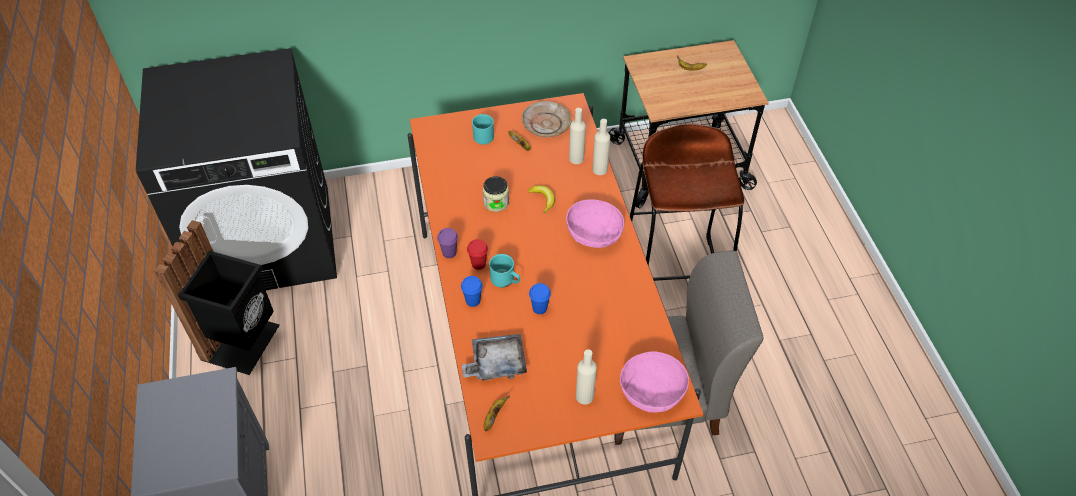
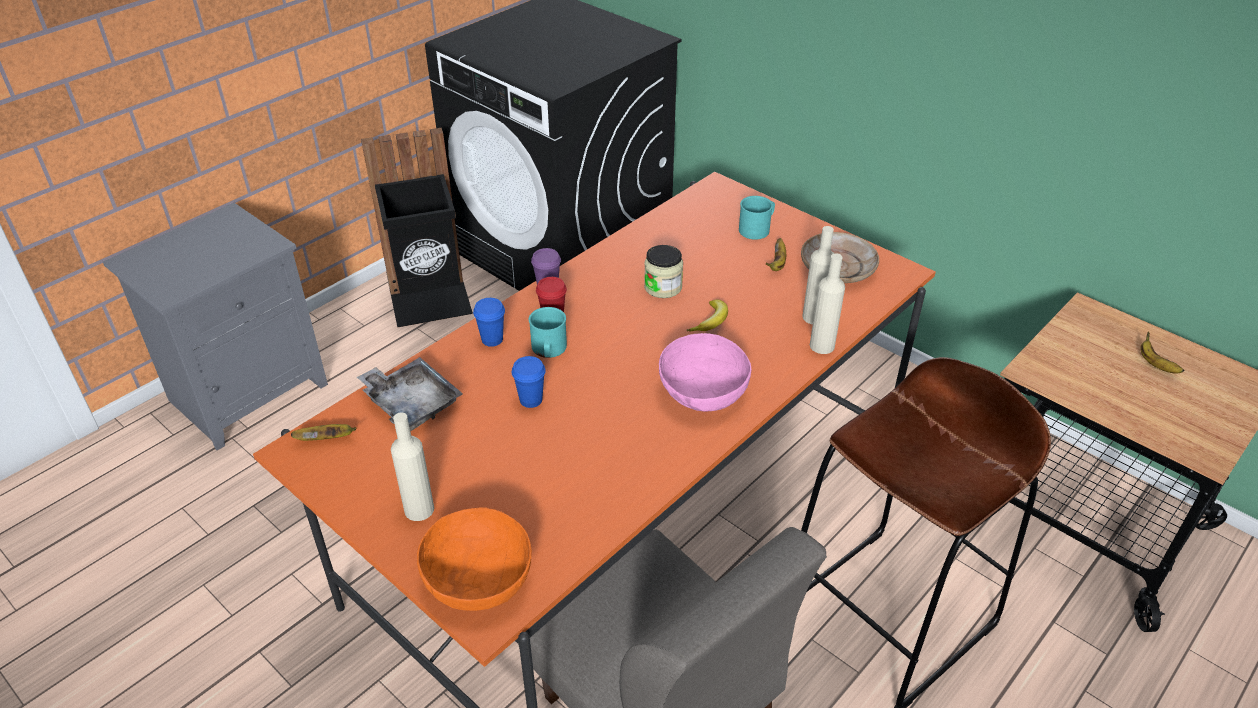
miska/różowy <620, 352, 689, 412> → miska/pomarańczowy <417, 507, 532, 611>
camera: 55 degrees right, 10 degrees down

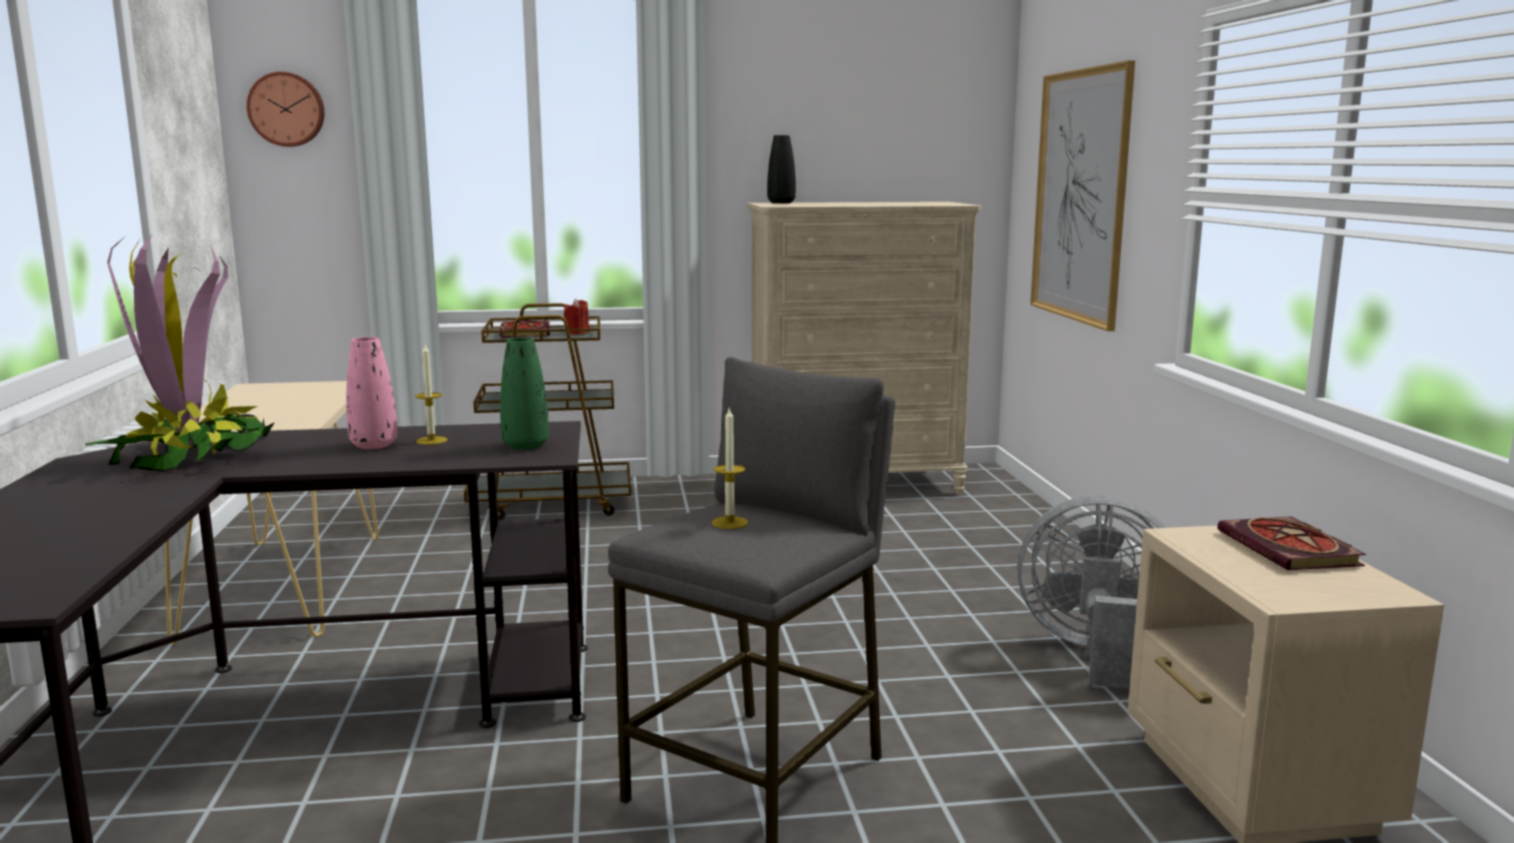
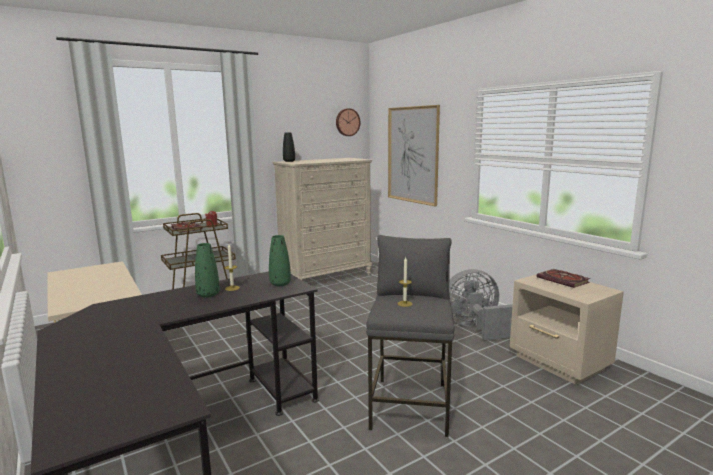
roślina doniczkowa <85, 234, 275, 472> → -
zegar ścienny <246, 72, 325, 147> → zegar ścienny <336, 108, 361, 136>, moved
wazon/różowy <346, 337, 397, 449> → wazon/zielony <195, 243, 220, 298>
camera: 25 degrees left, 0 degrees up

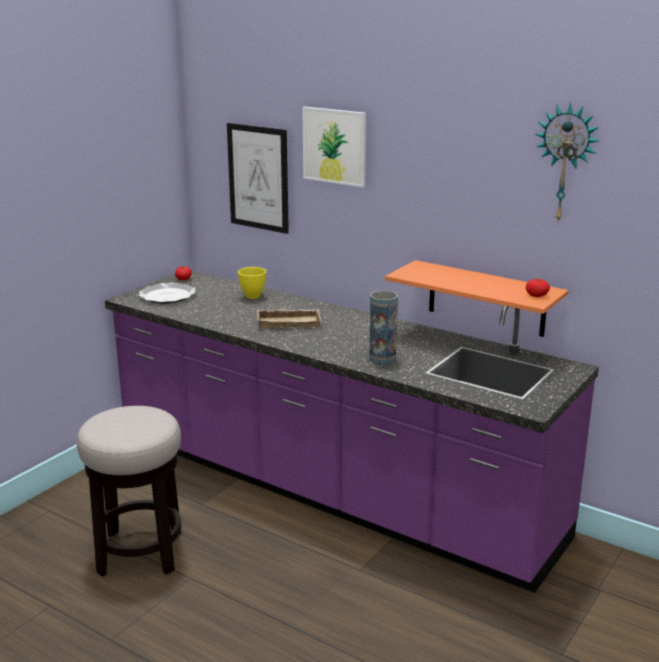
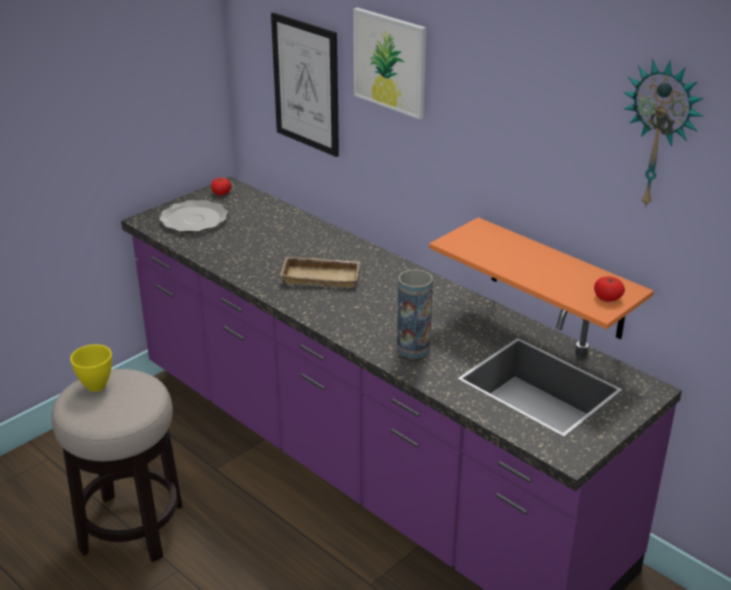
miska/żółty <238, 267, 267, 299> → miska/żółty <70, 344, 112, 392>, moved
camera: 10 degrees right, 10 degrees up

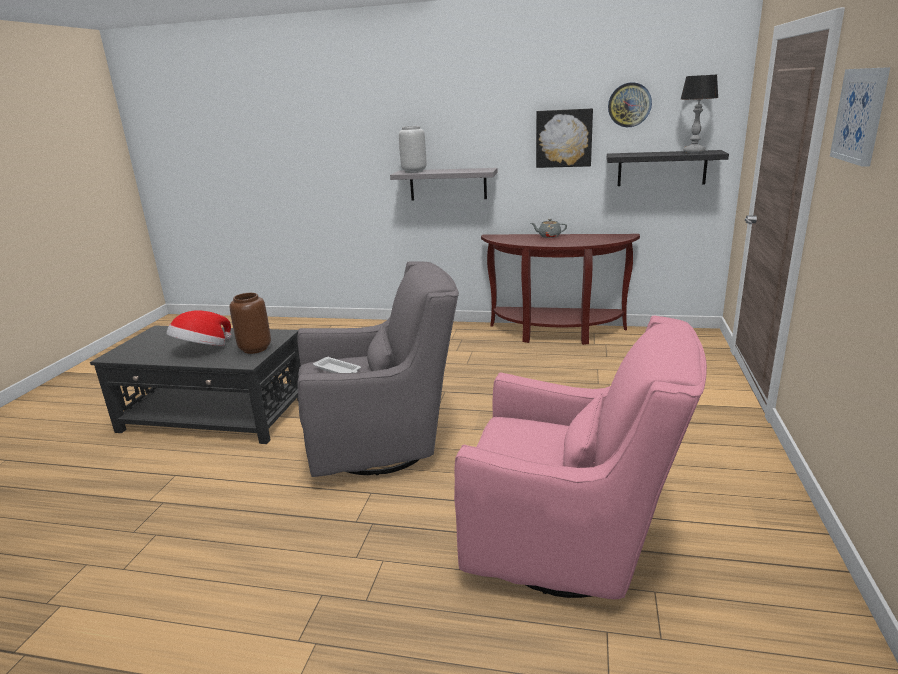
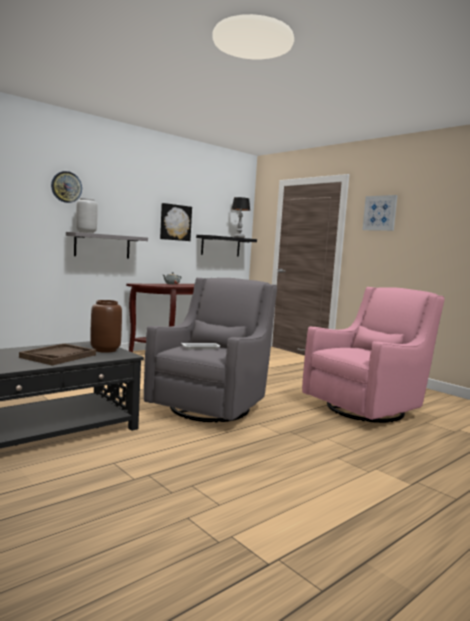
kapelusz <166, 310, 232, 346> → taca/brązowy <19, 344, 96, 366>
zegar ścienny <608, 82, 652, 127> → zegar ścienny <51, 171, 82, 203>, moved
camera: 55 degrees left, 15 degrees down

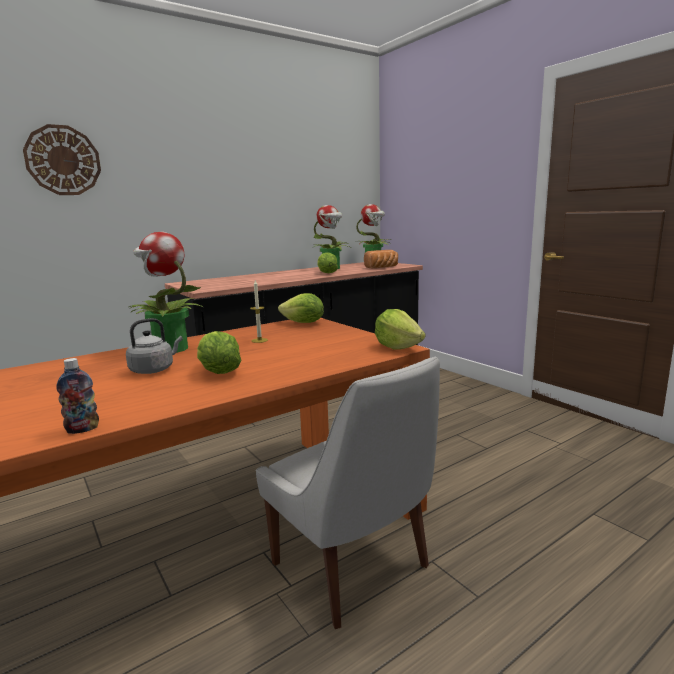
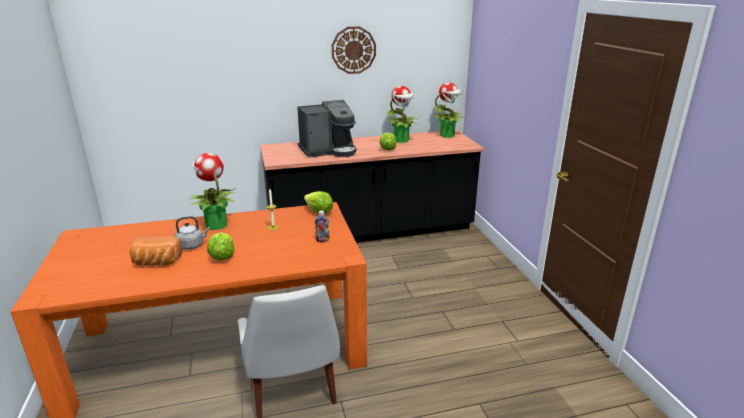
zegar ścienny <23, 124, 101, 195> → zegar ścienny <332, 27, 376, 74>, moved
butelka <56, 358, 99, 434> → butelka <315, 211, 330, 242>, moved
chleb <364, 250, 398, 268> → chleb <130, 236, 182, 266>, moved
sałata <375, 309, 426, 349> → -
- → ekspres do kawy <297, 100, 356, 157>
camera: 20 degrees right, 10 degrees up

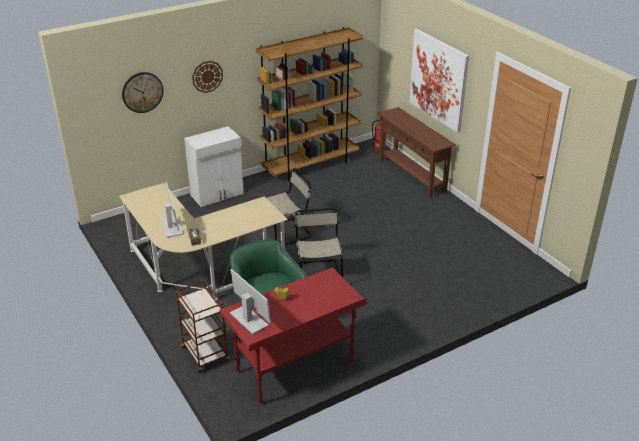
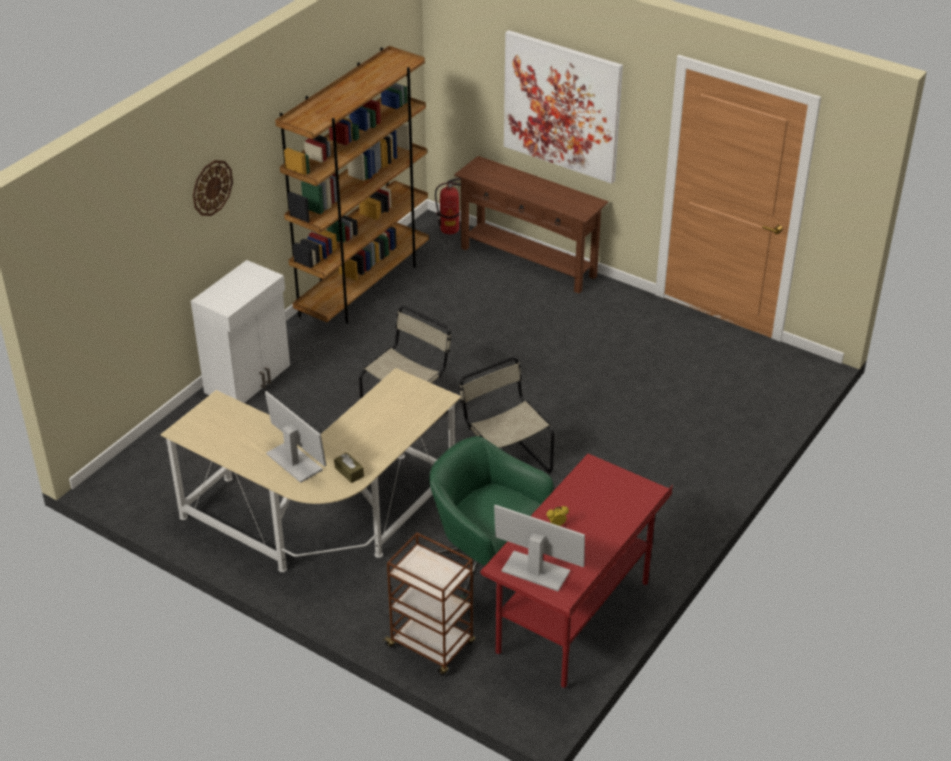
zegar ścienny <122, 72, 164, 113> → -
camera: 25 degrees left, 5 degrees up

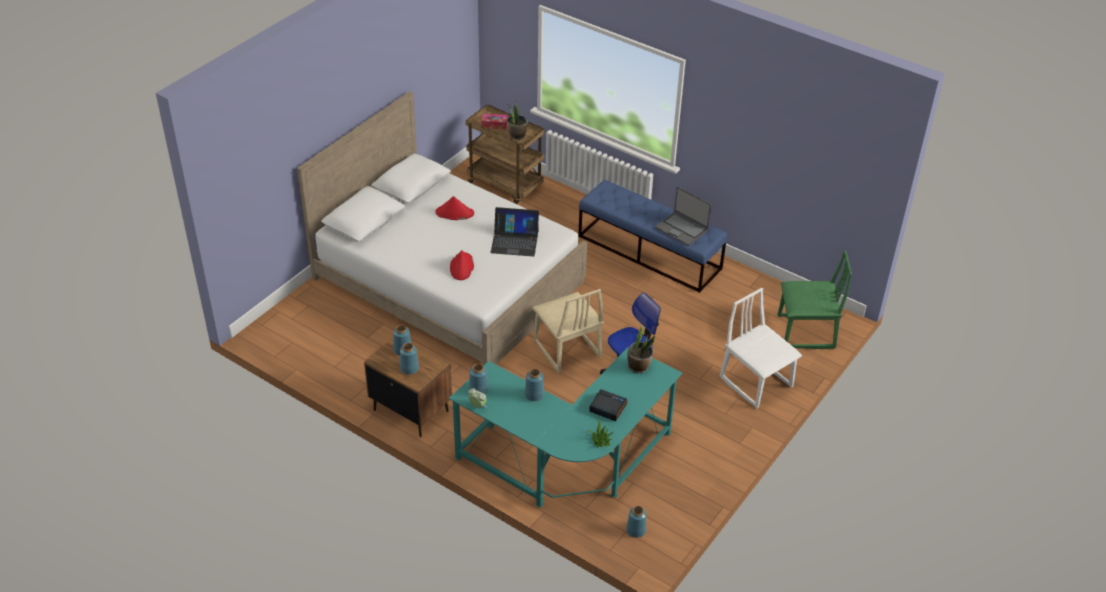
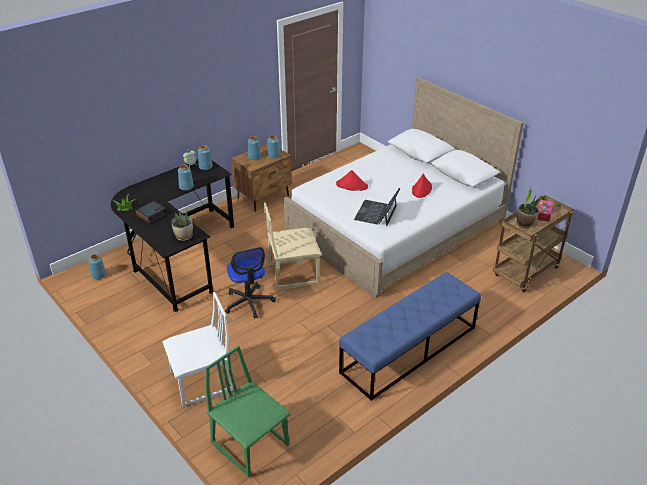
biurko/turkusowy <449, 346, 682, 508> → biurko/czarny <111, 159, 234, 312>
laptop <655, 187, 711, 246> → -
krzesło/zielony <778, 250, 852, 349> → krzesło/zielony <205, 345, 290, 478>, 120 degrees clockwise
camera: 105 degrees right, 5 degrees down

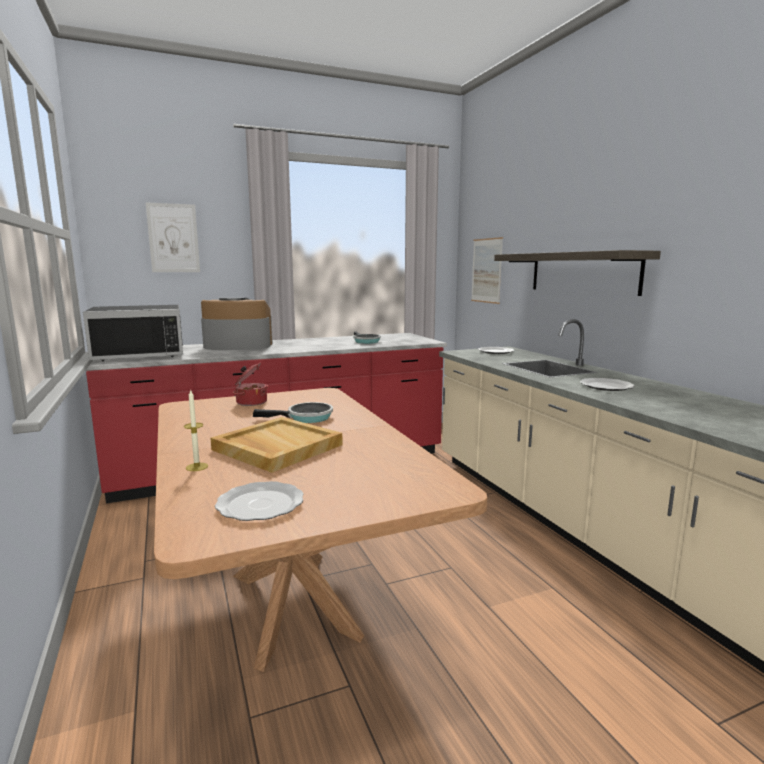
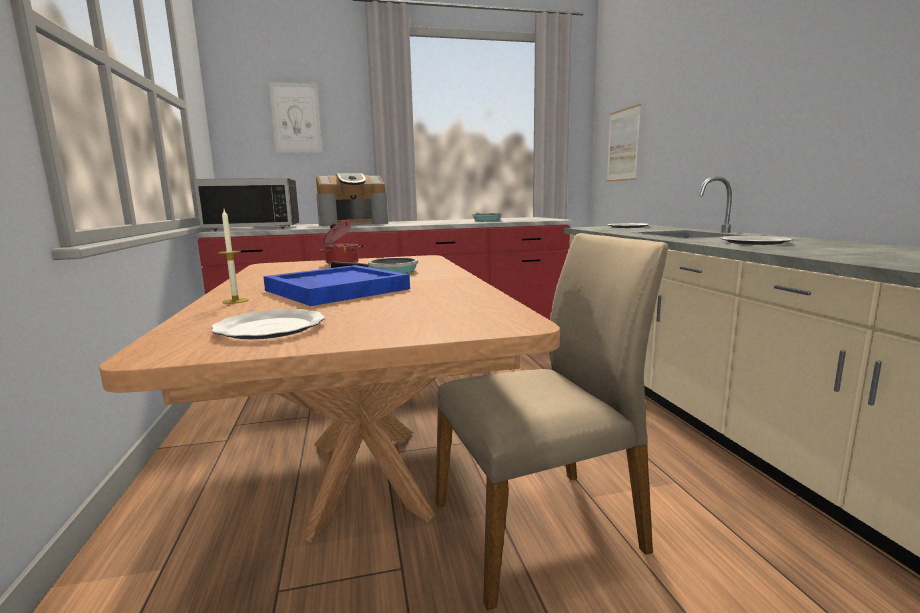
ekspres do kawy <201, 298, 273, 350> → ekspres do kawy <316, 173, 388, 226>, 150 degrees clockwise
taca/beżowy <211, 417, 343, 473> → taca/niebieski <263, 265, 410, 306>
półka <494, 250, 661, 296> → -
- → krzesło/beżowy <436, 233, 668, 610>
camera: 10 degrees right, 0 degrees up

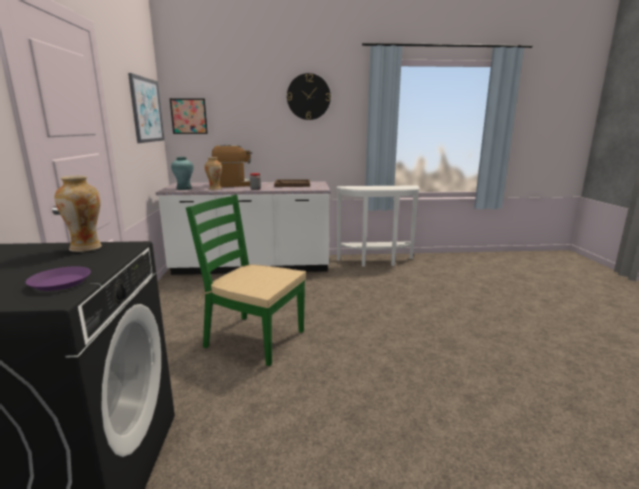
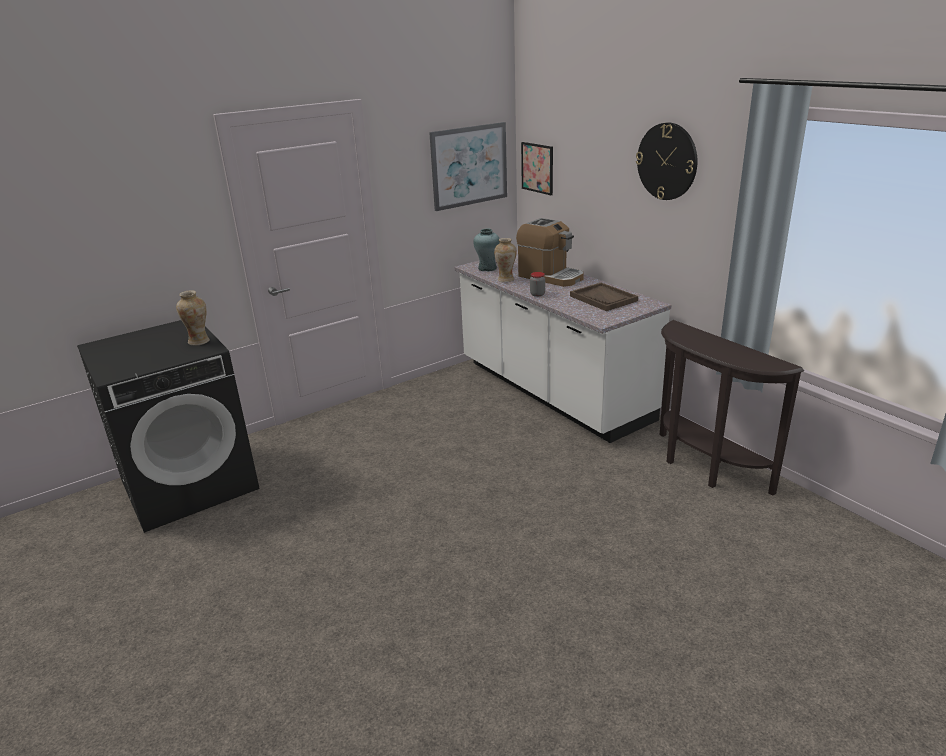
talerz/fioletowy <26, 266, 91, 291> → -
krzesło/zielony <186, 195, 306, 366> → -
stolik konsolowy/biały <336, 185, 420, 267> → stolik konsolowy/brązowy <660, 320, 804, 496>
camera: 60 degrees right, 10 degrees up

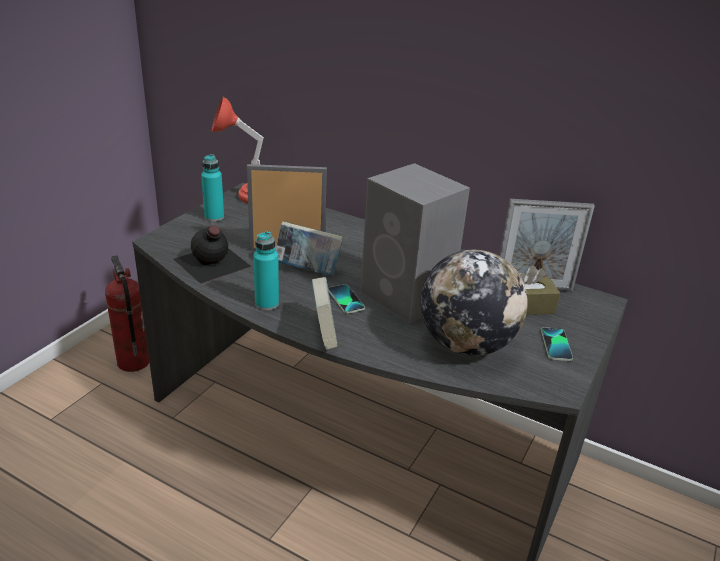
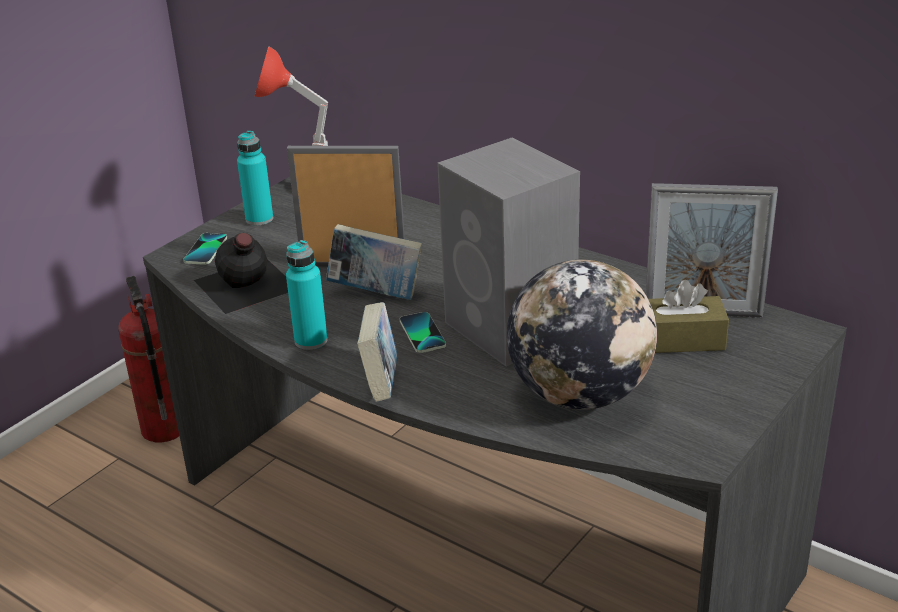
telefon <541, 327, 573, 361> → telefon <183, 233, 227, 265>, moved
camera: 10 degrees right, 0 degrees up

